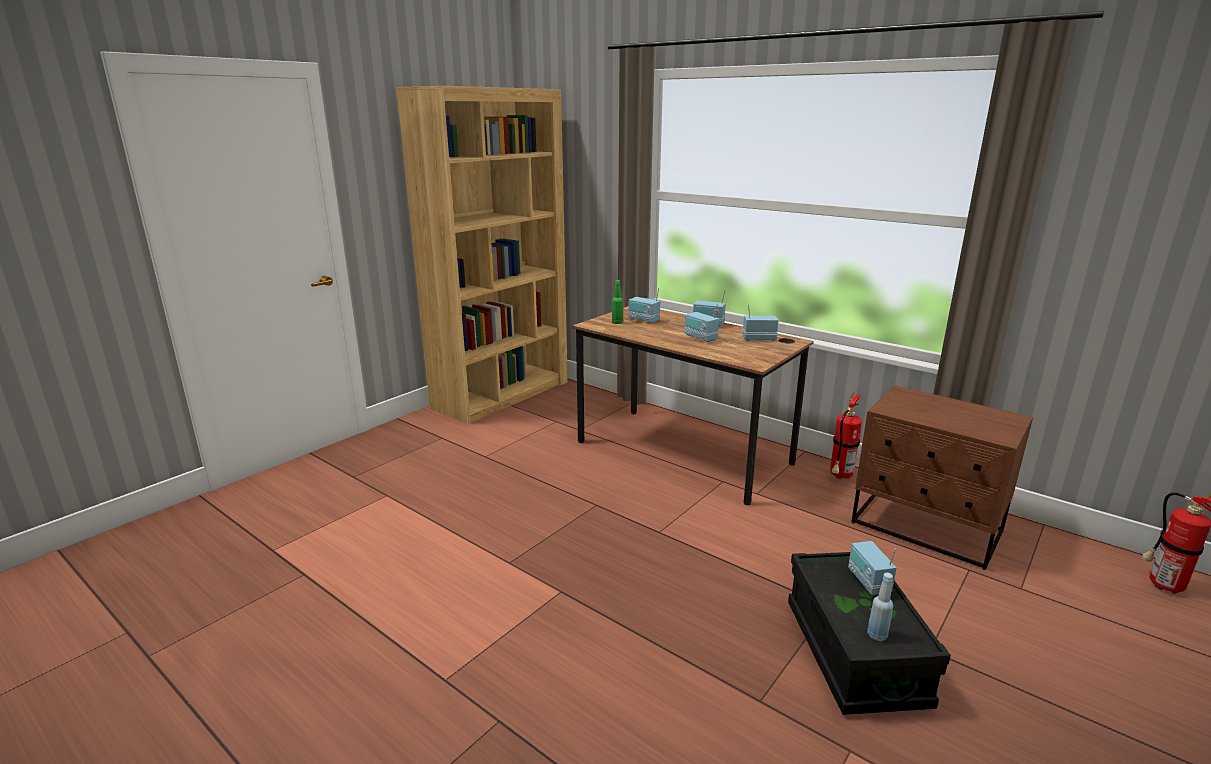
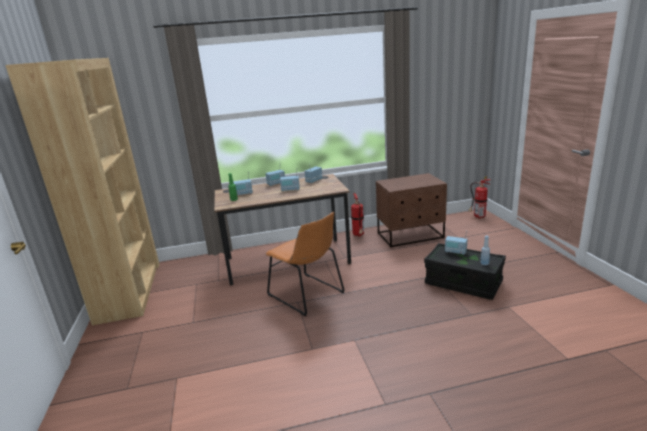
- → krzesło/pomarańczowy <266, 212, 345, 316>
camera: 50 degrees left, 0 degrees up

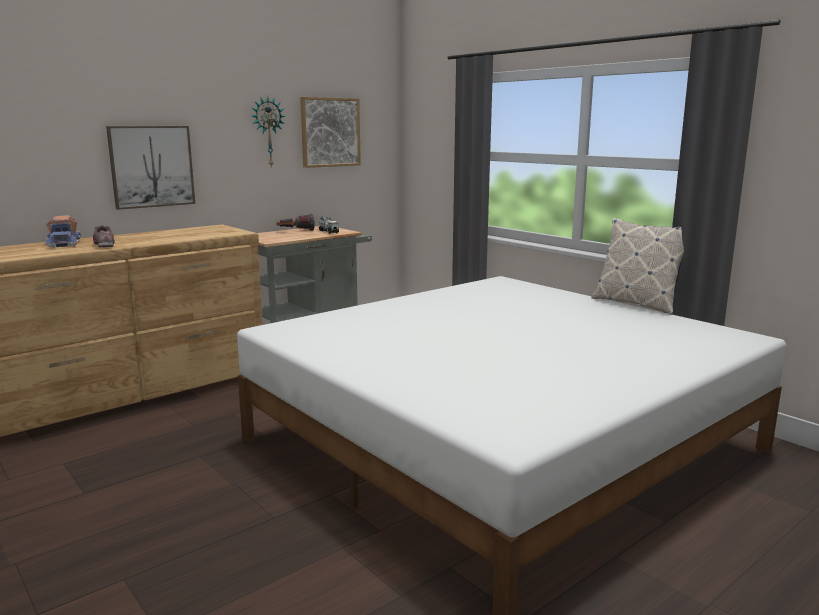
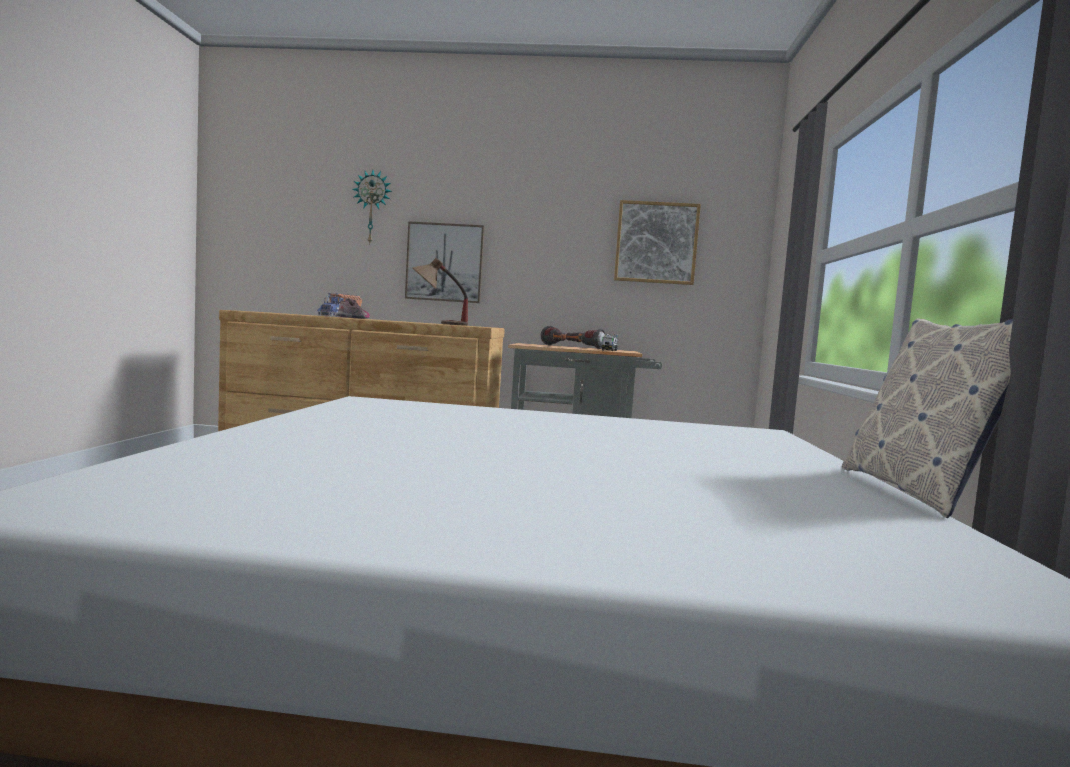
zegar ścienny <252, 96, 285, 168> → zegar ścienny <352, 170, 392, 243>, moved
- → lampa stołowa <412, 258, 468, 326>
- → latarka <541, 326, 566, 345>
camera: 45 degrees right, 10 degrees down

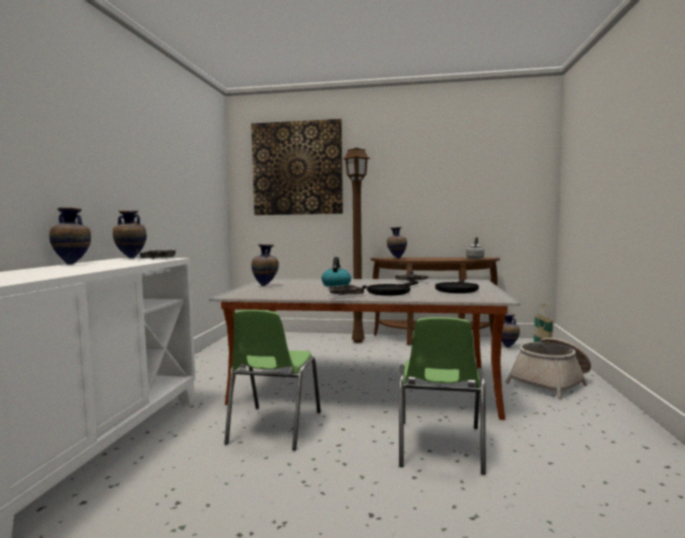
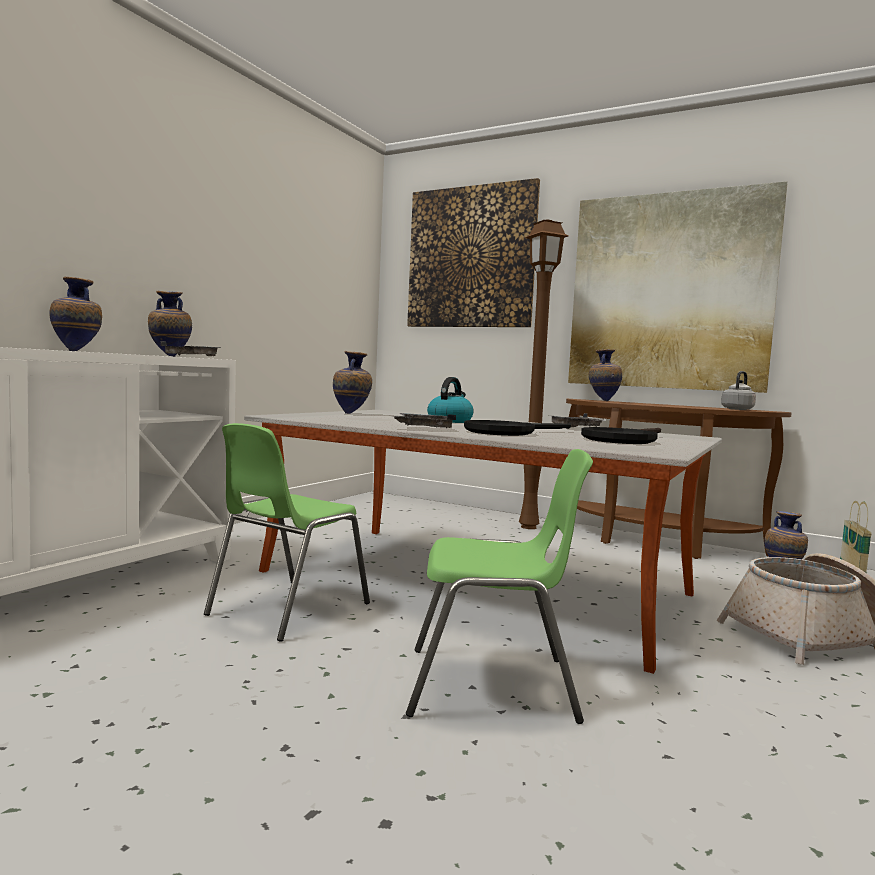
krzesło/zielony <399, 317, 486, 475> → krzesło/zielony <406, 449, 593, 724>, 120 degrees counterclockwise
- → obraz <568, 181, 787, 393>
camera: 20 degrees right, 0 degrees up

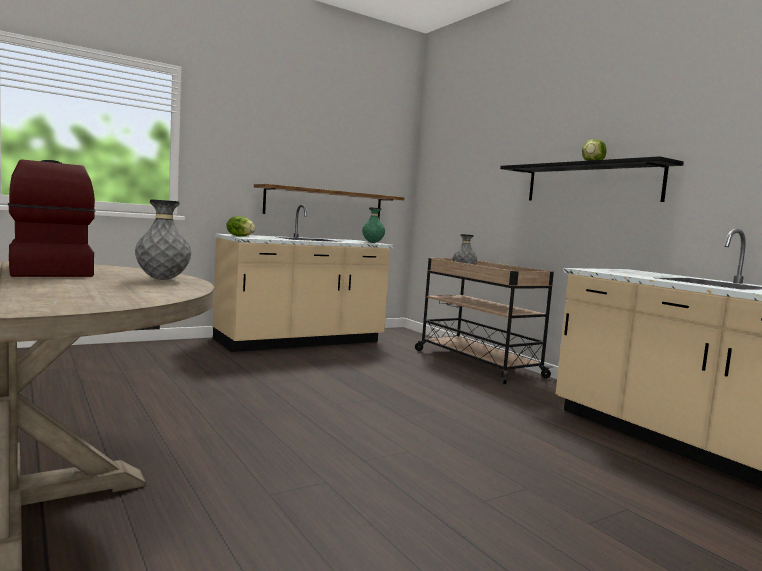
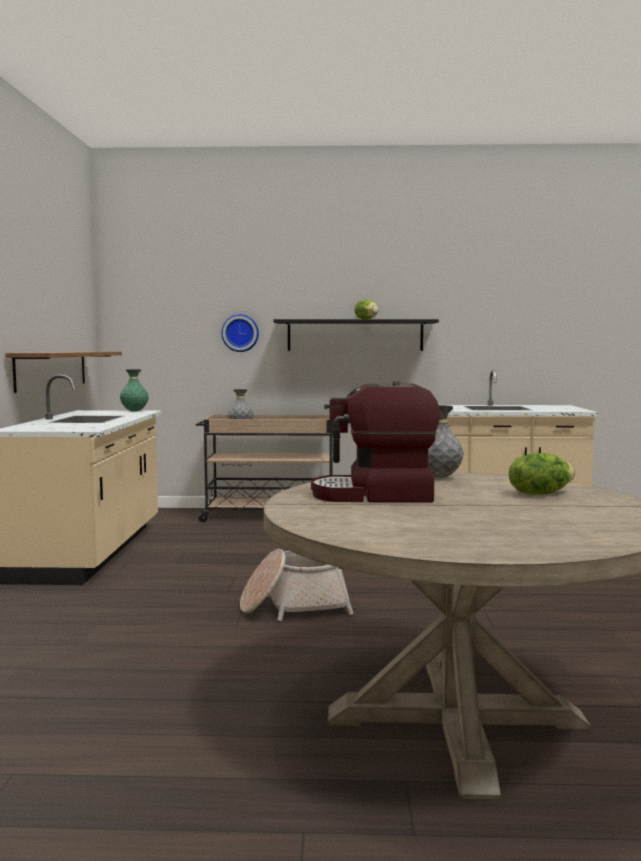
sałata <226, 216, 256, 236> → sałata <509, 453, 575, 495>, moved
- → zegar ścienny <221, 314, 259, 352>
- → koszyk <240, 549, 354, 621>
camera: 55 degrees left, 0 degrees up

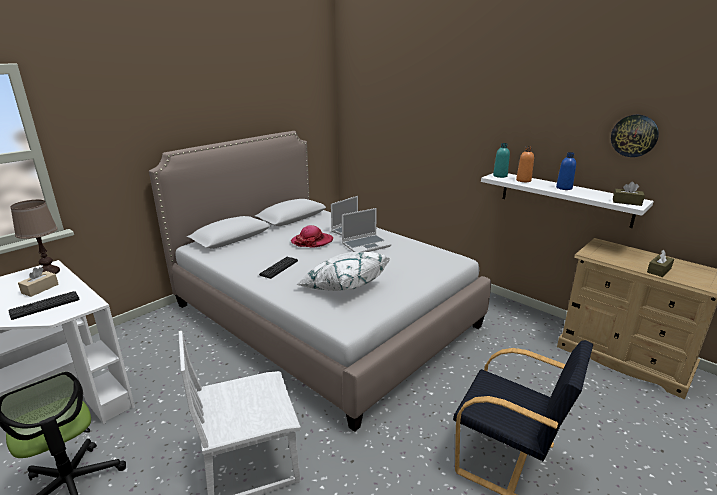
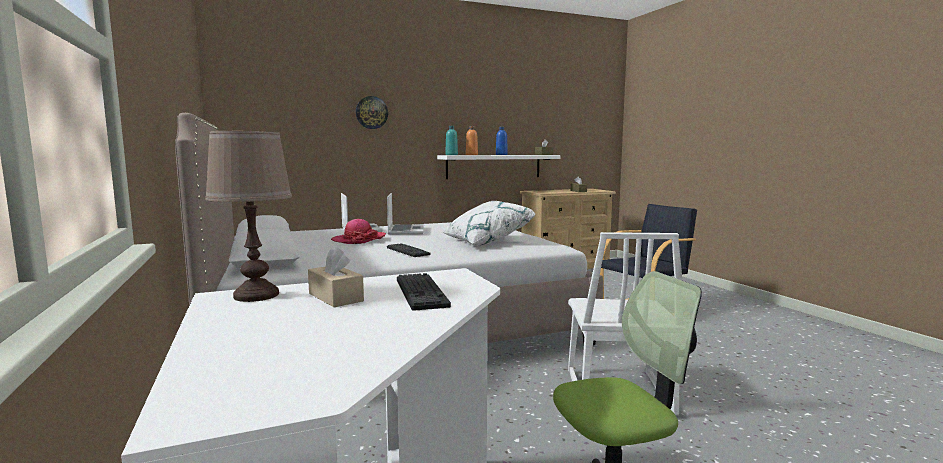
zegar ścienny <611, 115, 659, 157> → zegar ścienny <356, 96, 388, 129>, moved
camera: 65 degrees left, 15 degrees down

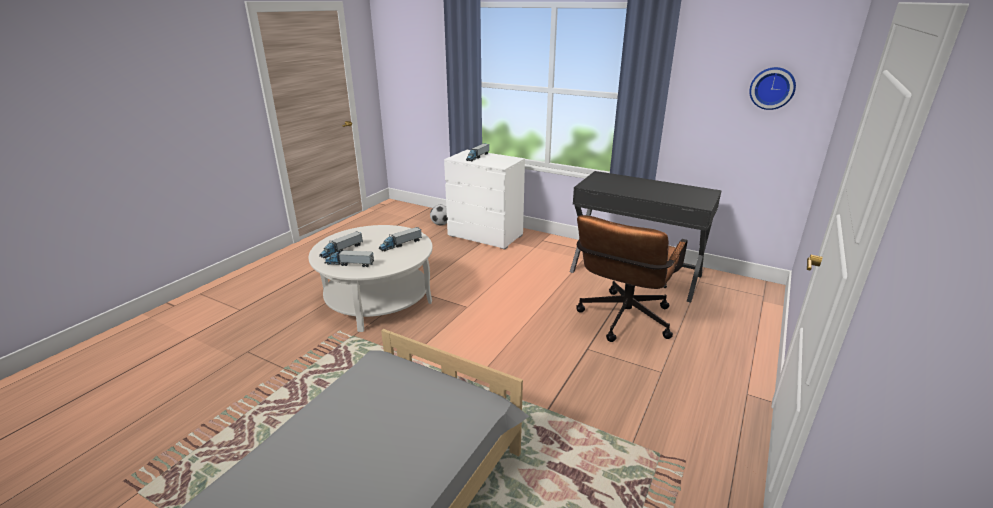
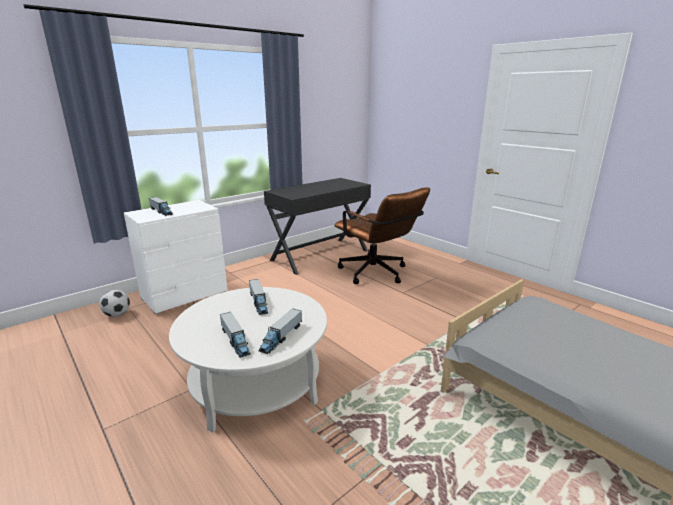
zegar ścienny <749, 67, 796, 110> → -
camera: 70 degrees left, 5 degrees down

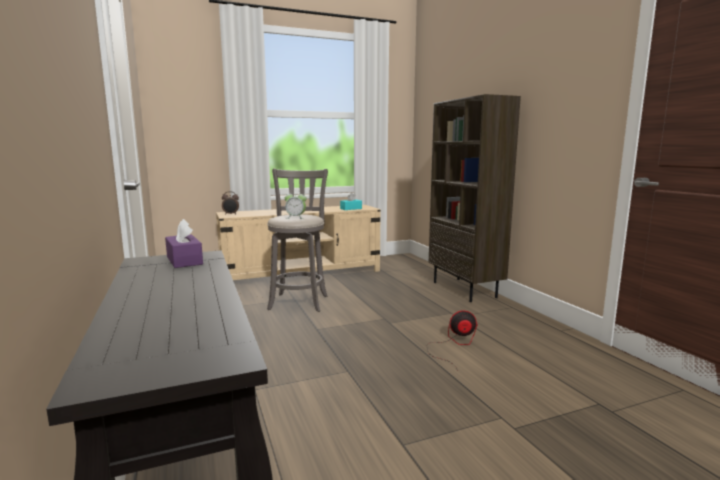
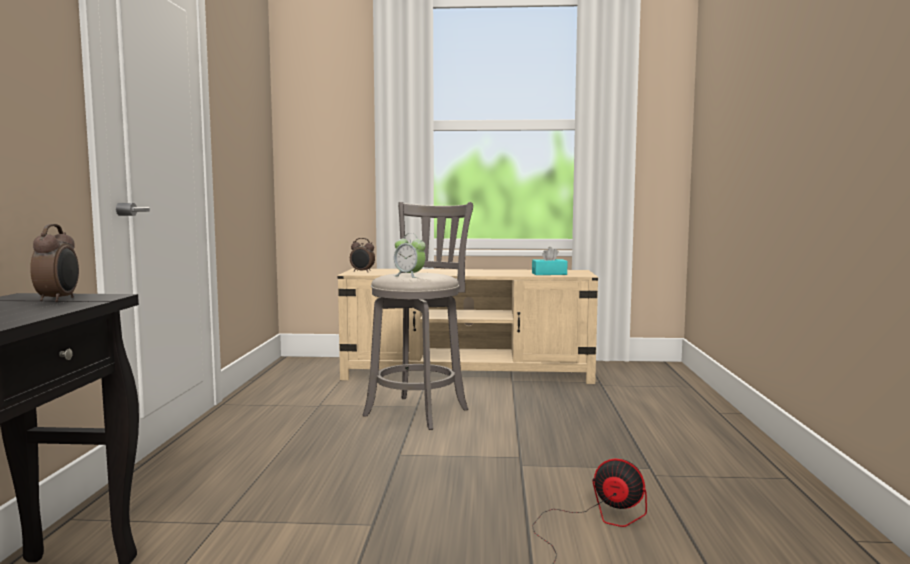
pudełko chusteczek/fioletowy <165, 219, 203, 268> → budzik <30, 224, 79, 302>
regał/brązowy <429, 94, 521, 302> → -
camera: 25 degrees right, 5 degrees down

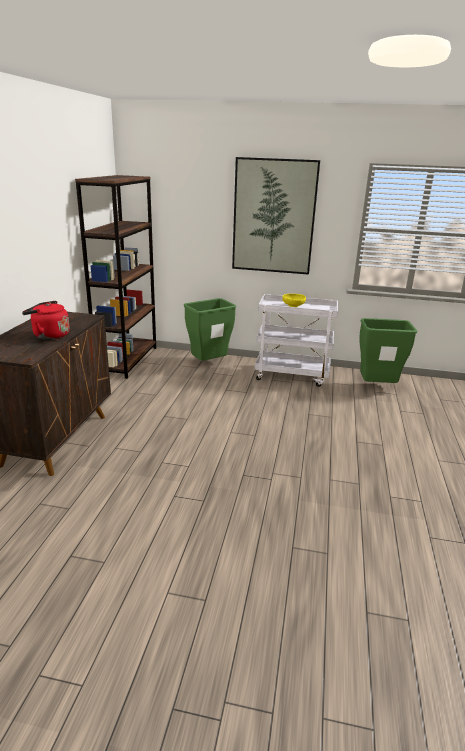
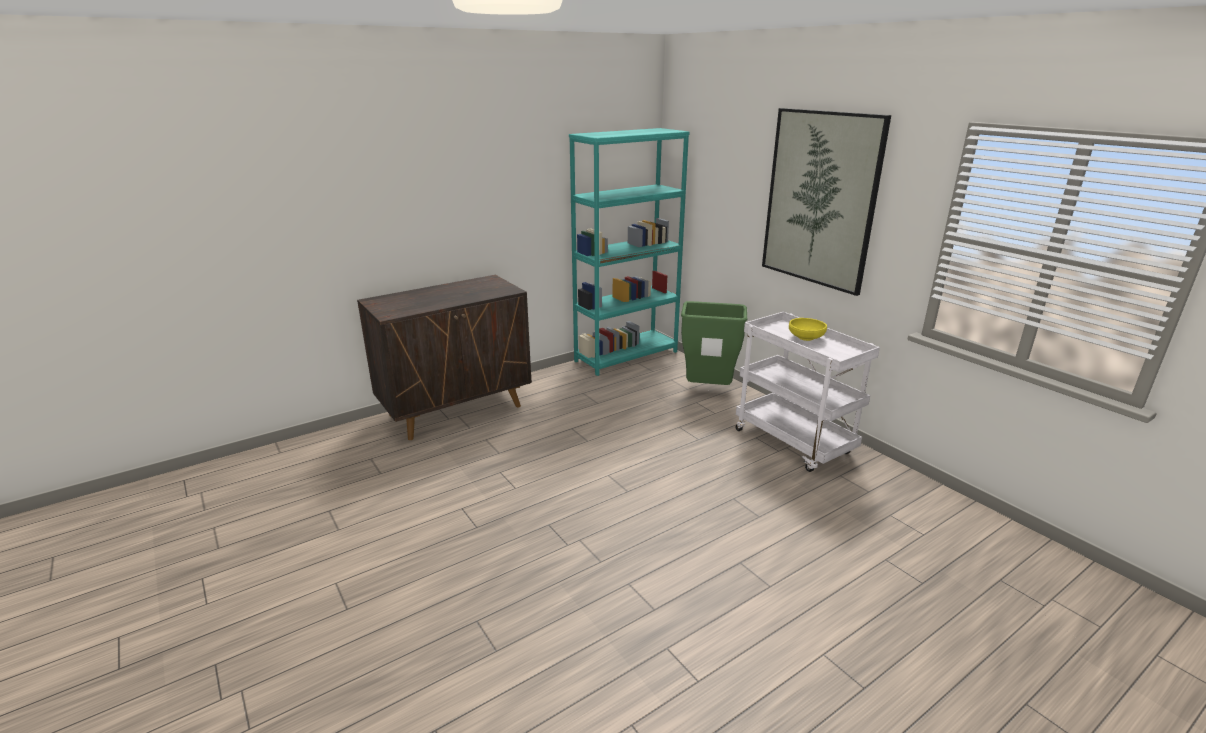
czajnik/czerwony <22, 301, 70, 340> → -
regał/brązowy <75, 175, 156, 379> → regał/turkusowy <569, 128, 690, 376>
kosz na śmieci/zielony <360, 318, 417, 383> → -
camera: 45 degrees right, 0 degrees up

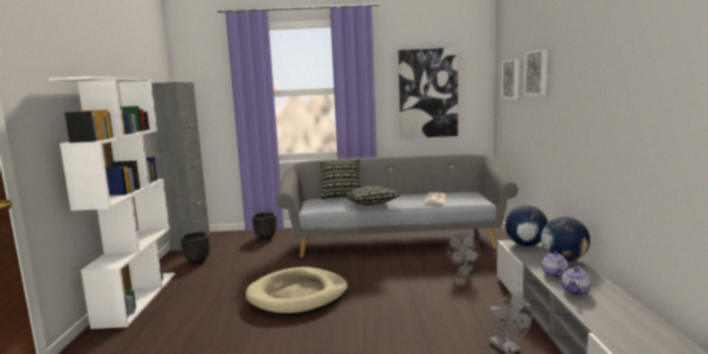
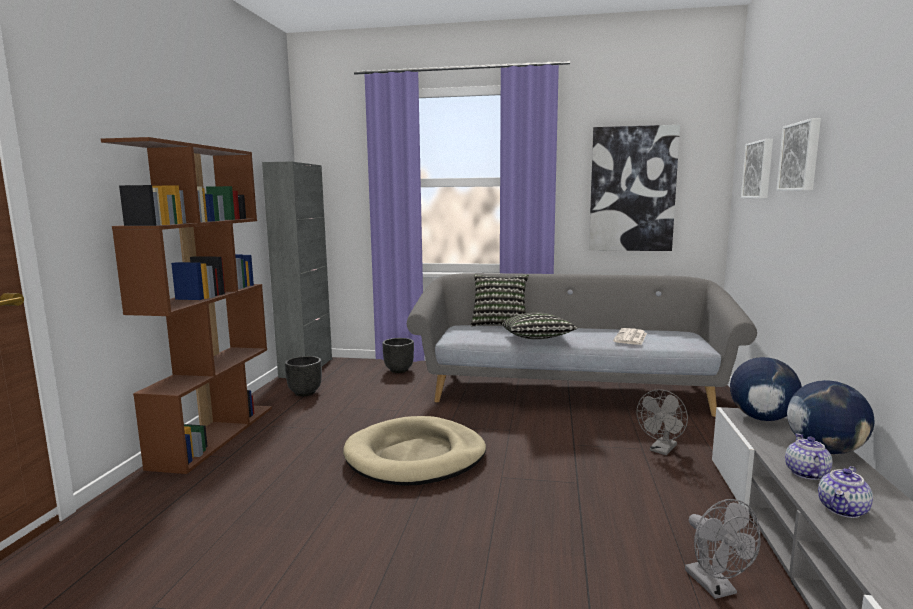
regał/biały <49, 76, 175, 329> → regał/brązowy <101, 137, 272, 474>
camera: 10 degrees right, 0 degrees up

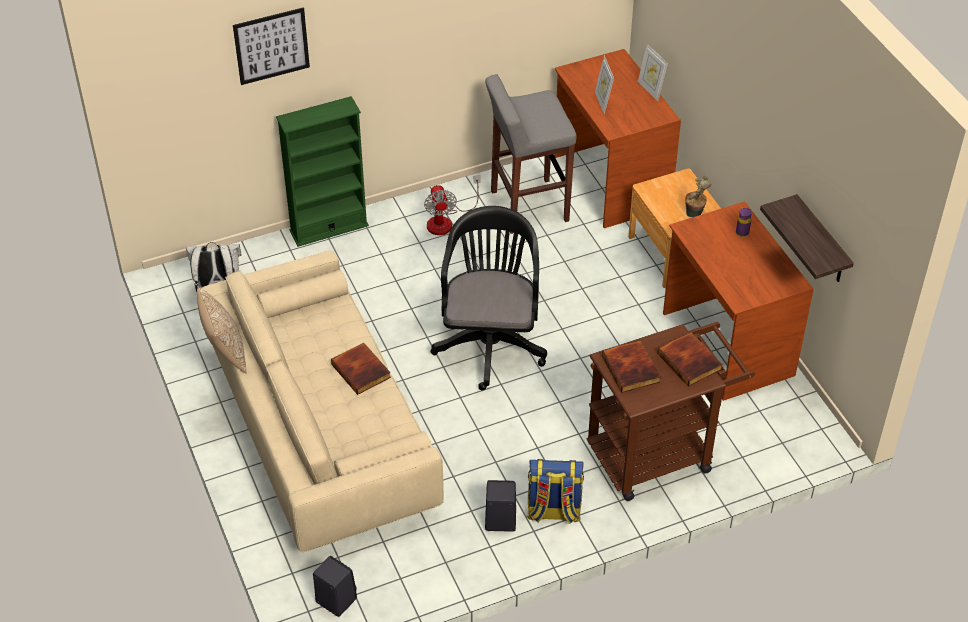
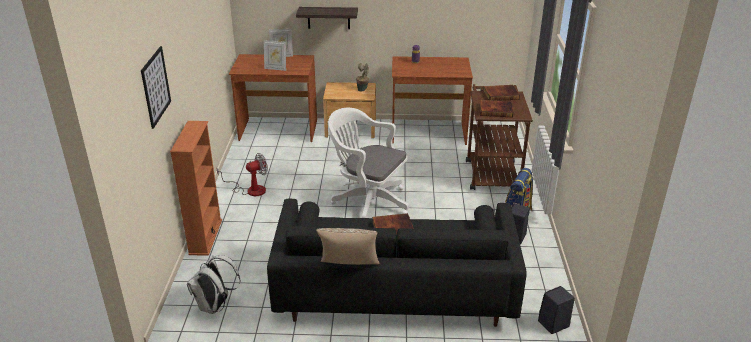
kanapa/beżowy <201, 251, 444, 552> → kanapa/czarny <267, 199, 527, 327>
regał/zielony <276, 96, 369, 247> → regał/pomarańczowy <170, 121, 222, 256>
wentylator <424, 175, 480, 235> → wentylator <216, 153, 268, 196>, 45 degrees counterclockwise
krzesło biurowe/czarny <431, 206, 547, 390> → krzesło biurowe/biały <328, 108, 409, 218>
stołek/szary <485, 74, 577, 234> → -
półka <760, 194, 854, 282> → półka <296, 7, 358, 29>, moved
camera: 65 degrees left, 15 degrees down

